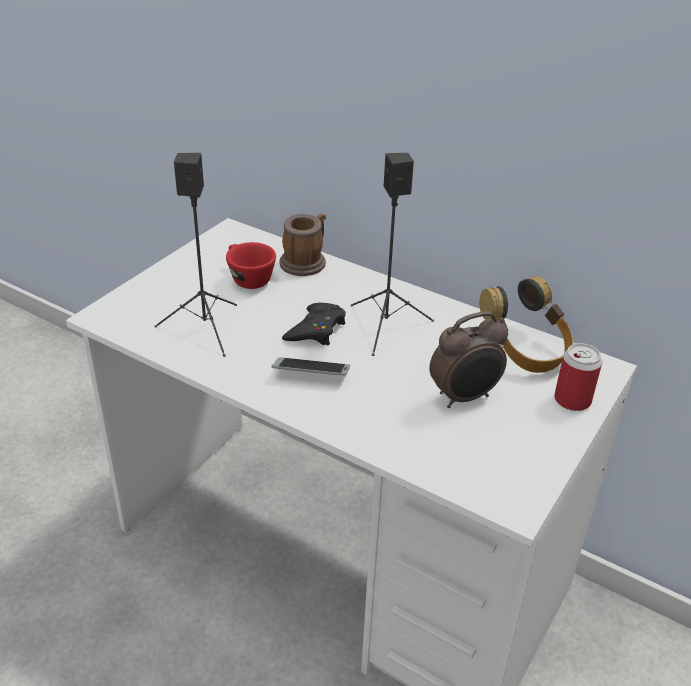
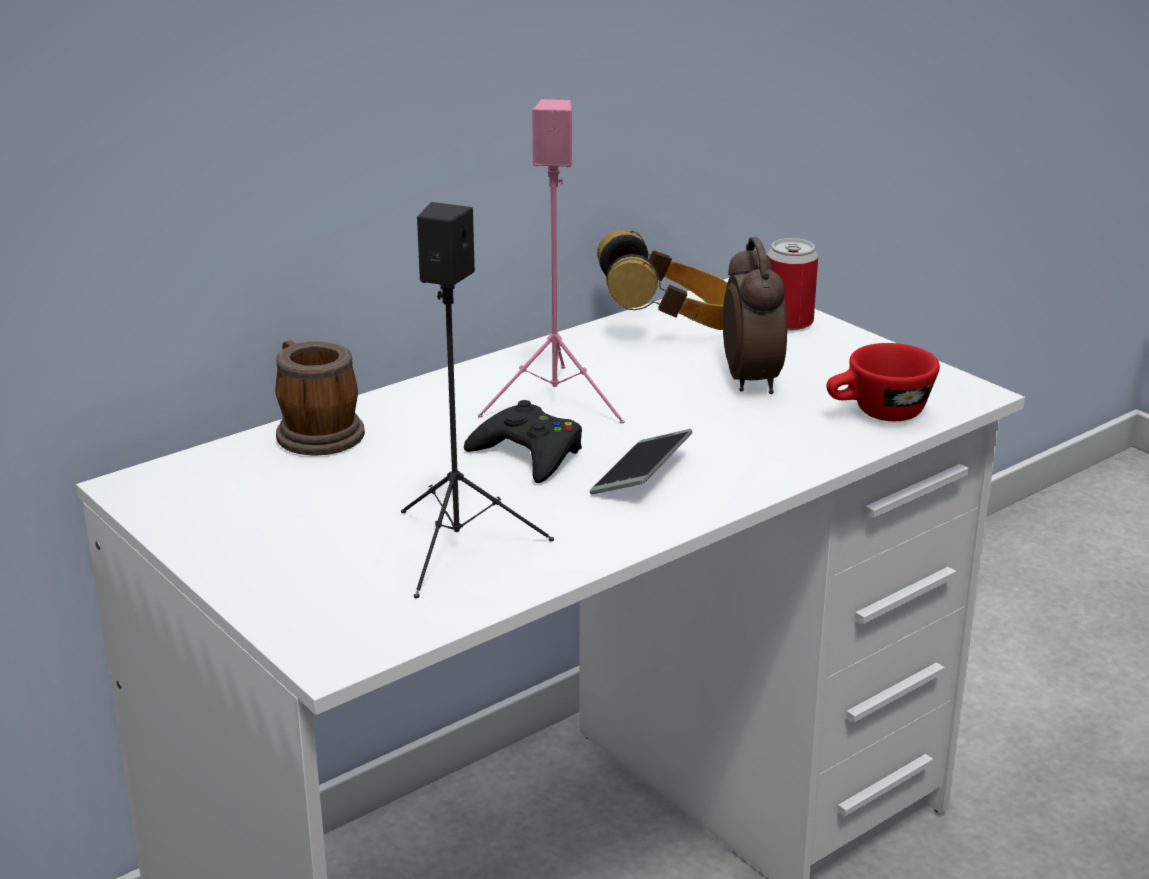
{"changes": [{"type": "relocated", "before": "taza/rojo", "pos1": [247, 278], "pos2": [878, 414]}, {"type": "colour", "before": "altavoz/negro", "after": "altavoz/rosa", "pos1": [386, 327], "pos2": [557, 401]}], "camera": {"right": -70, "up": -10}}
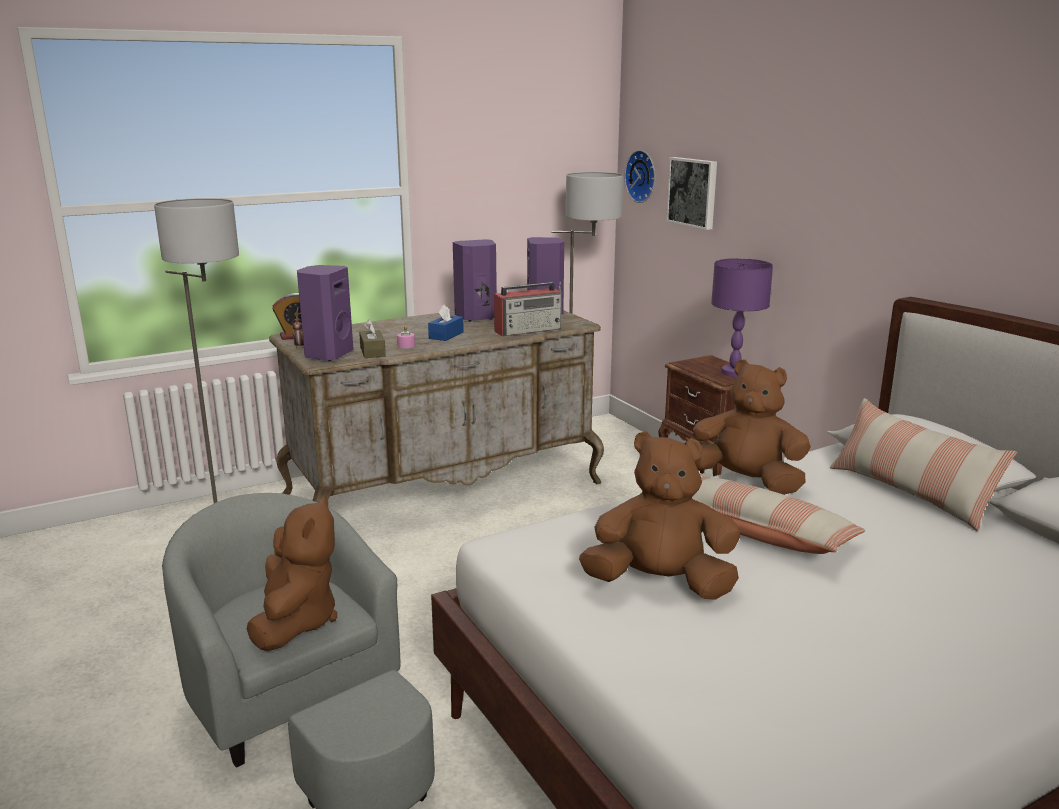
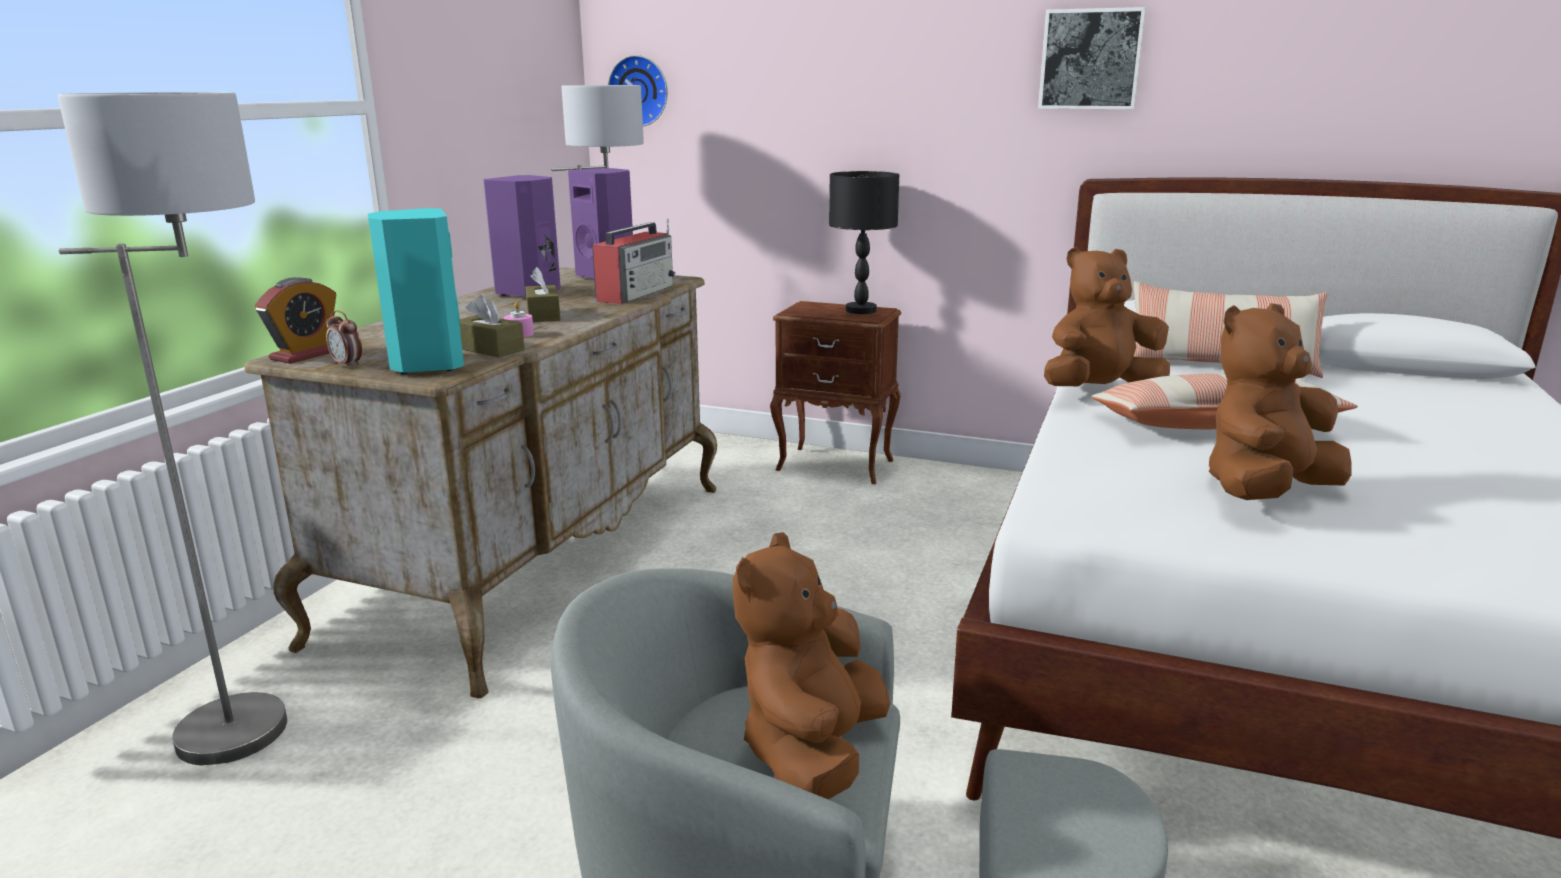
{"changes": [{"type": "spun", "before": "peluche/marrón", "pos1": [296, 622], "pos2": [812, 752], "turn": -120}, {"type": "colour", "before": "altavoz/morado", "after": "altavoz/turquesa", "pos1": [327, 355], "pos2": [426, 365]}, {"type": "colour", "before": "caja de pañuelos/azul", "after": "caja de pañuelos/marrón", "pos1": [446, 335], "pos2": [543, 315]}, {"type": "relocated", "before": "cuadro", "pos1": [693, 192], "pos2": [1091, 59]}, {"type": "colour", "before": "lámpara de mesa/morado", "after": "lámpara de mesa/negro", "pos1": [734, 372], "pos2": [860, 310]}], "camera": {"right": -40, "up": 0}}
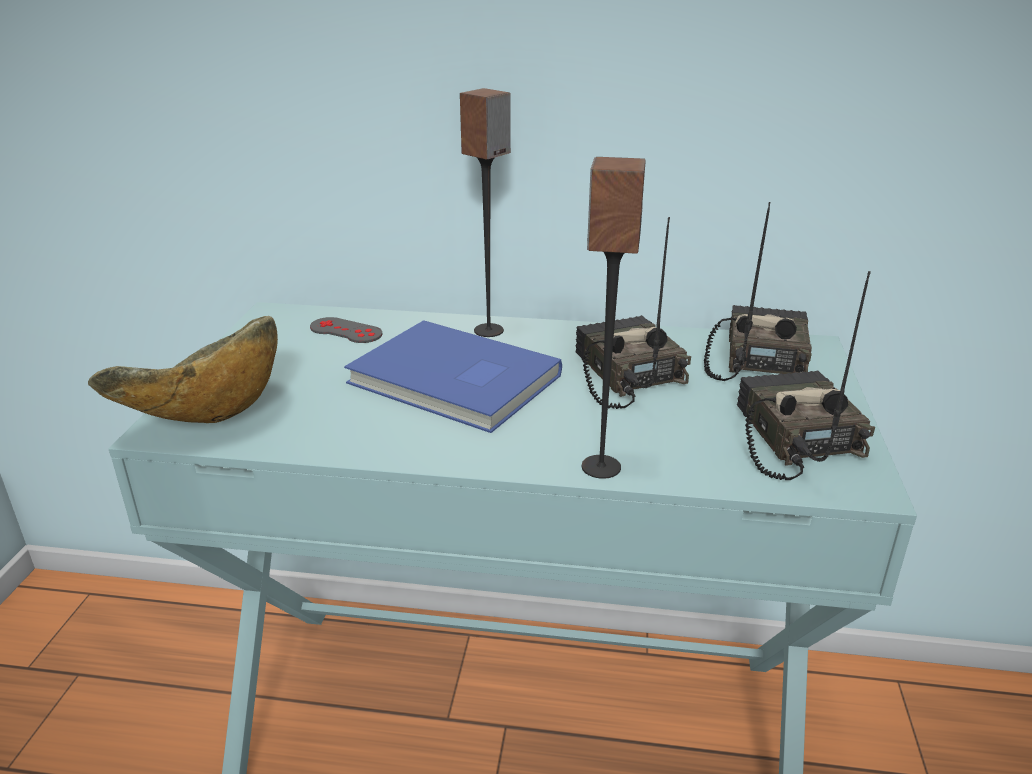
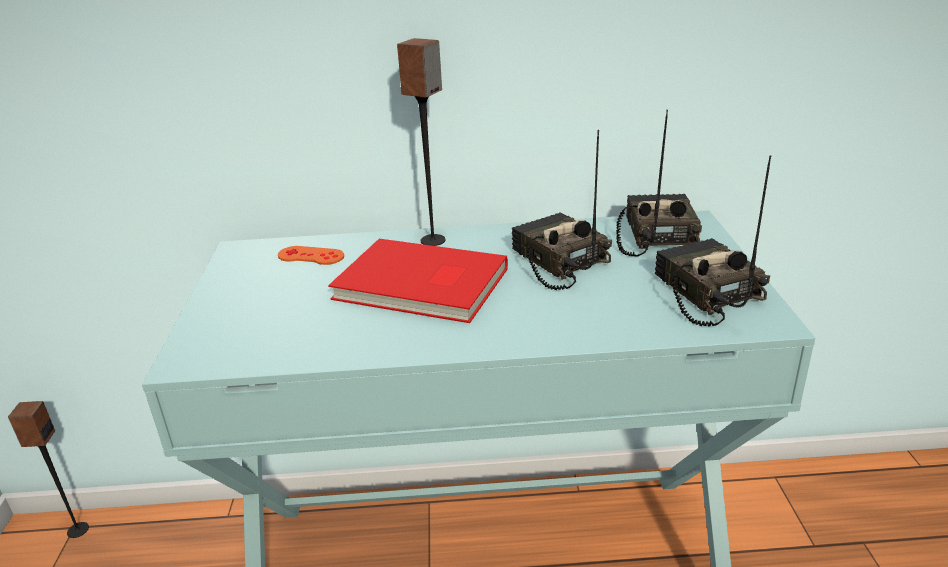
{"changes": [{"type": "missing", "before": "cuenco", "pos1": [206, 419]}, {"type": "colour", "before": "mando de consola/gris", "after": "mando de consola/naranja", "pos1": [346, 331], "pos2": [311, 256]}, {"type": "colour", "before": "libro/azul", "after": "libro/rojo", "pos1": [454, 382], "pos2": [422, 286]}, {"type": "relocated", "before": "altavoz", "pos1": [600, 467], "pos2": [77, 530]}], "camera": {"right": -10, "up": 0}}
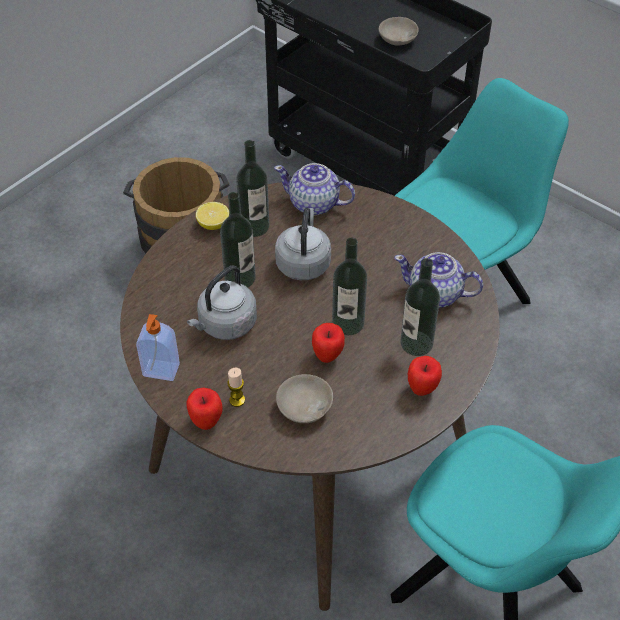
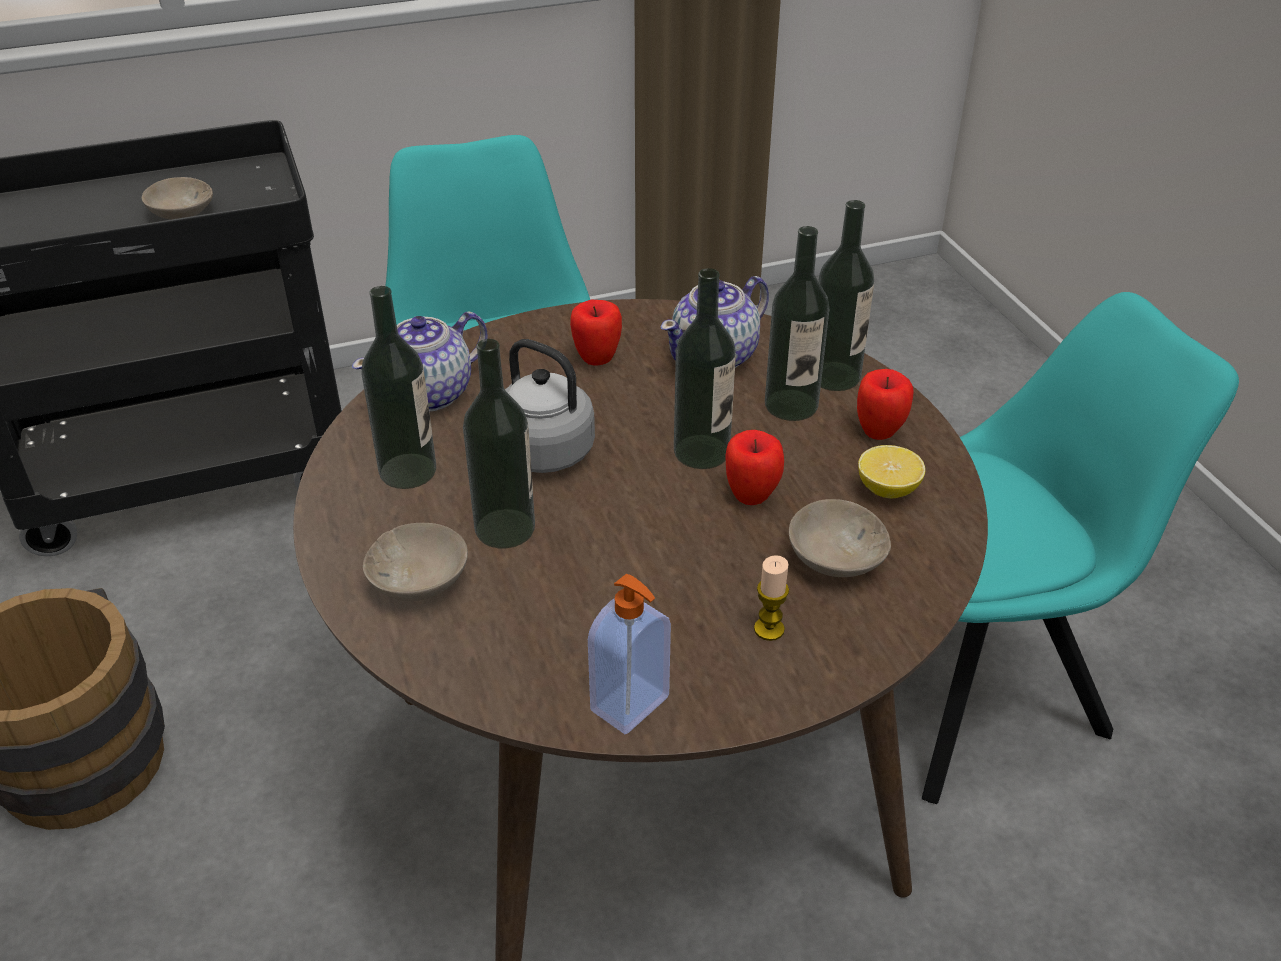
{"changes": [{"type": "relocated", "before": "manzana", "pos1": [206, 422], "pos2": [597, 358]}, {"type": "missing", "before": "hervidor/gris", "pos1": [225, 325]}, {"type": "relocated", "before": "limón", "pos1": [213, 224], "pos2": [888, 489]}, {"type": "appeared", "after": "cuenco/beis", "pos2": [421, 582]}, {"type": "appeared", "after": "botella", "pos2": [834, 376]}], "camera": {"right": -60, "up": -10}}
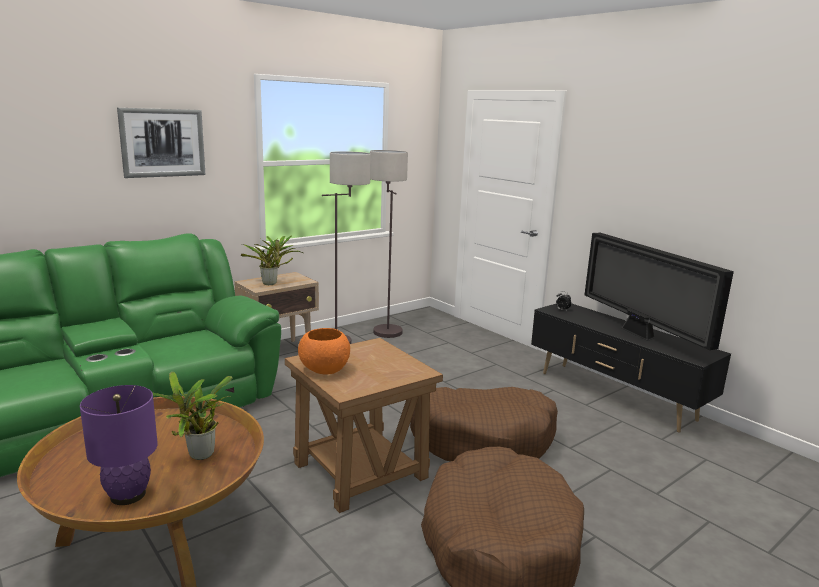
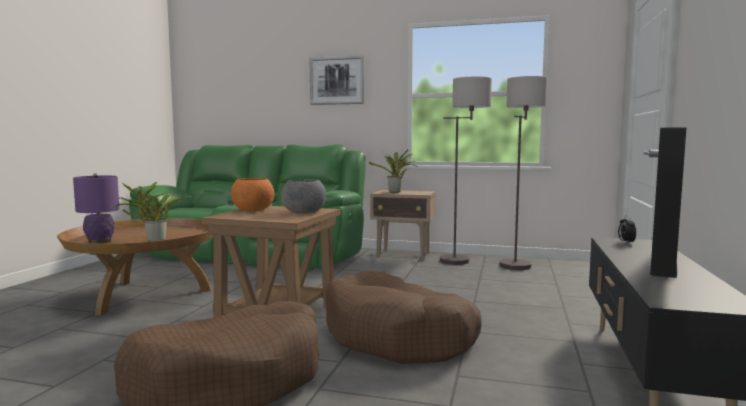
{"changes": [{"type": "appeared", "after": "cuenco/gris", "pos2": [303, 212]}], "camera": {"right": 55, "up": -10}}
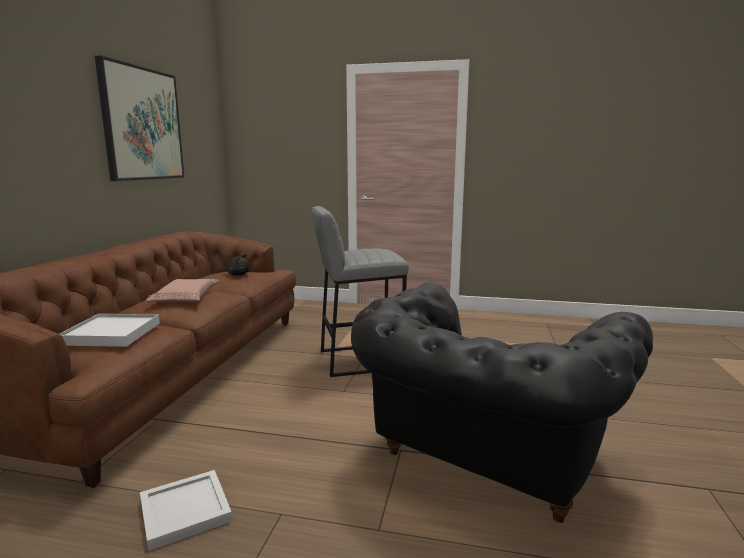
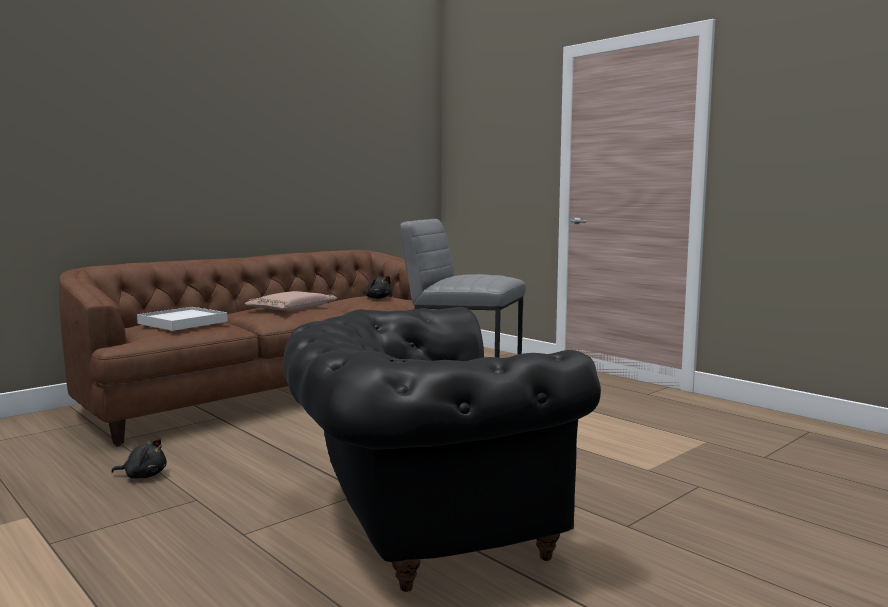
{"changes": [{"type": "missing", "before": "cuadro", "pos1": [142, 124]}, {"type": "exchanged", "before": "bandeja/blanco", "after": "peluche/negro", "pos1": [183, 510], "pos2": [143, 476]}], "camera": {"right": 35, "up": -5}}
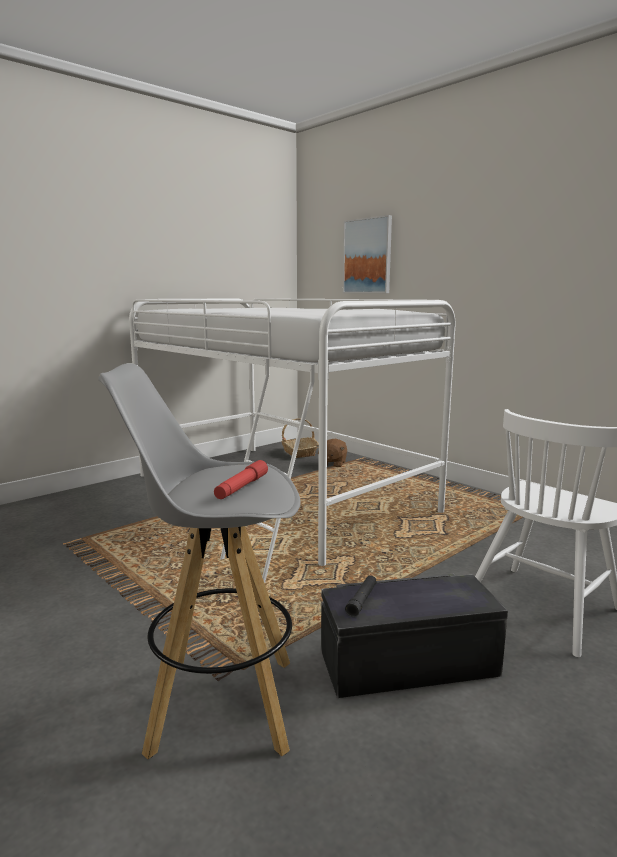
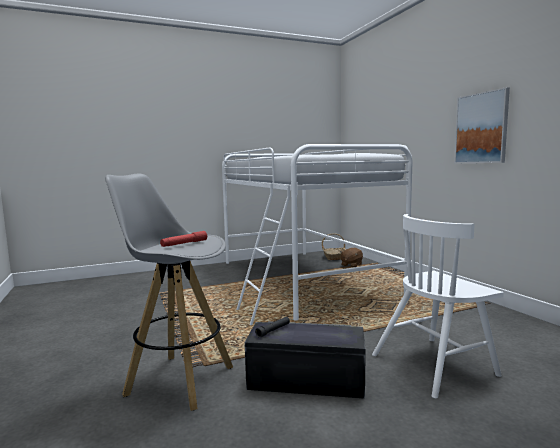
{"changes": [{"type": "relocated", "before": "cuadro", "pos1": [367, 256], "pos2": [481, 128]}], "camera": {"right": 20, "up": -5}}
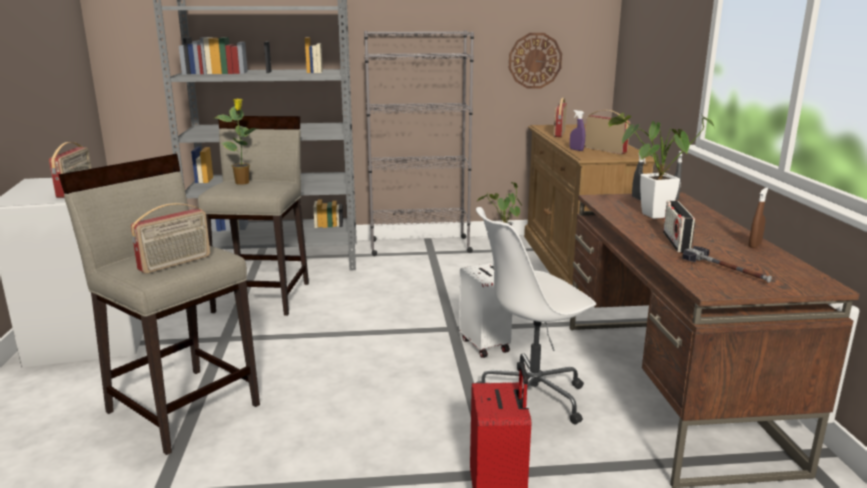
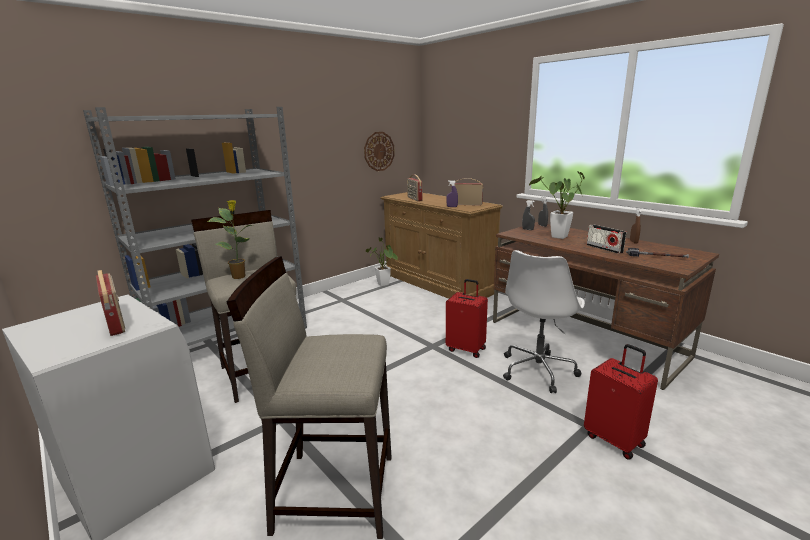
{"changes": [{"type": "missing", "before": "radio", "pos1": [175, 263]}, {"type": "missing", "before": "estantería/gris", "pos1": [419, 246]}, {"type": "colour", "before": "maleta/blanco", "after": "maleta/rojo", "pos1": [486, 345], "pos2": [466, 349]}], "camera": {"right": -35, "up": 0}}
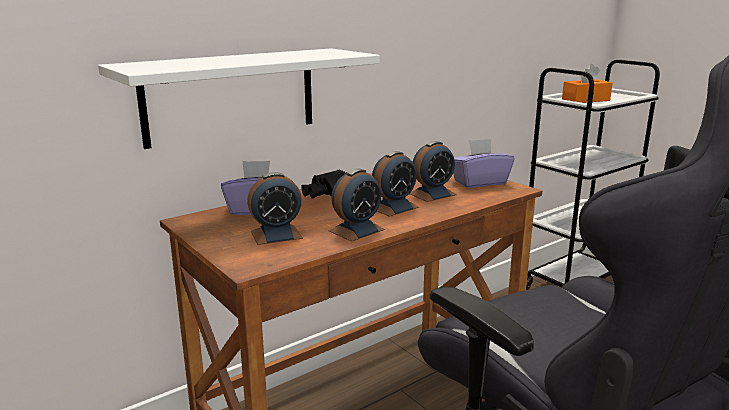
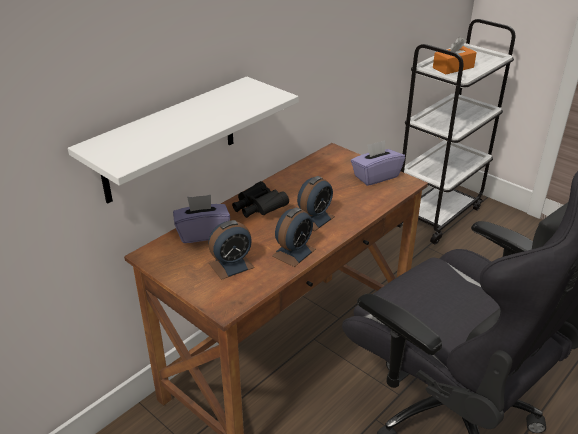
{"changes": [{"type": "missing", "before": "despertador", "pos1": [432, 194]}], "camera": {"right": -10, "up": 15}}
